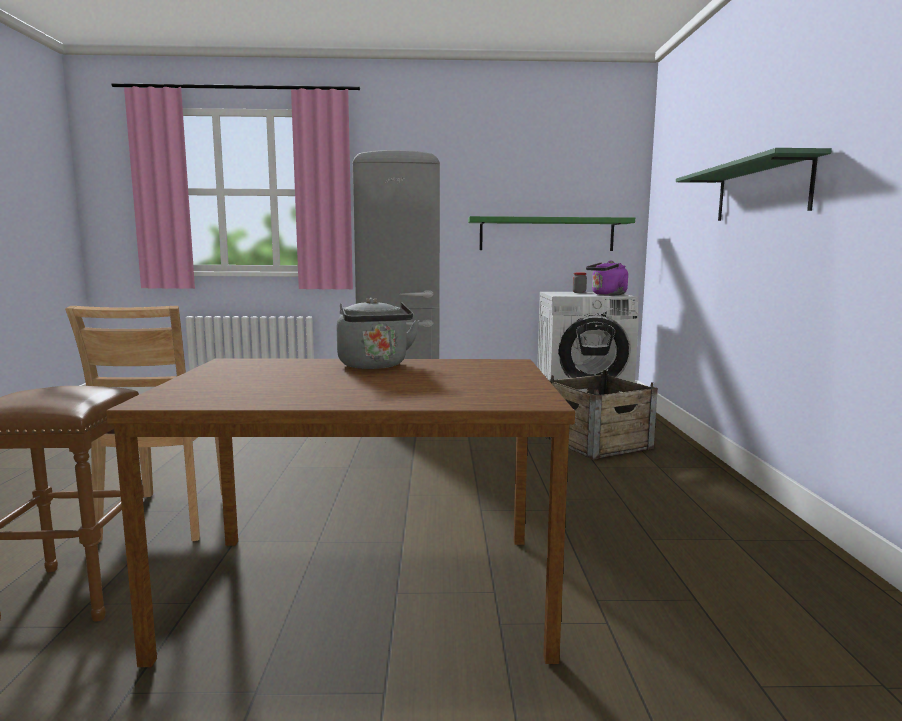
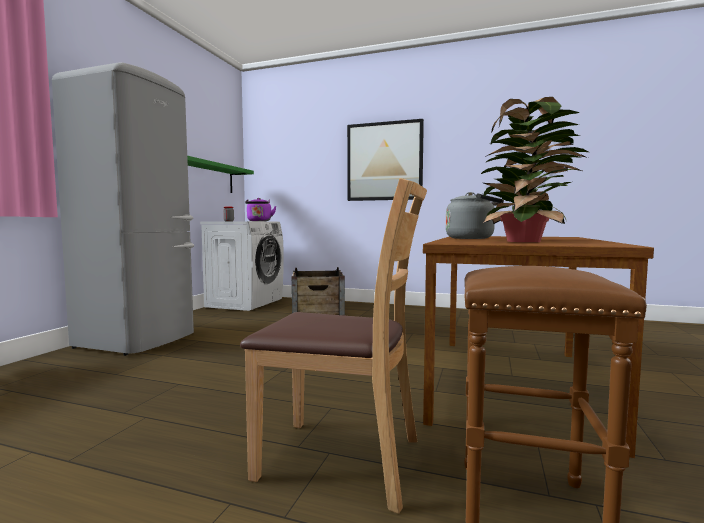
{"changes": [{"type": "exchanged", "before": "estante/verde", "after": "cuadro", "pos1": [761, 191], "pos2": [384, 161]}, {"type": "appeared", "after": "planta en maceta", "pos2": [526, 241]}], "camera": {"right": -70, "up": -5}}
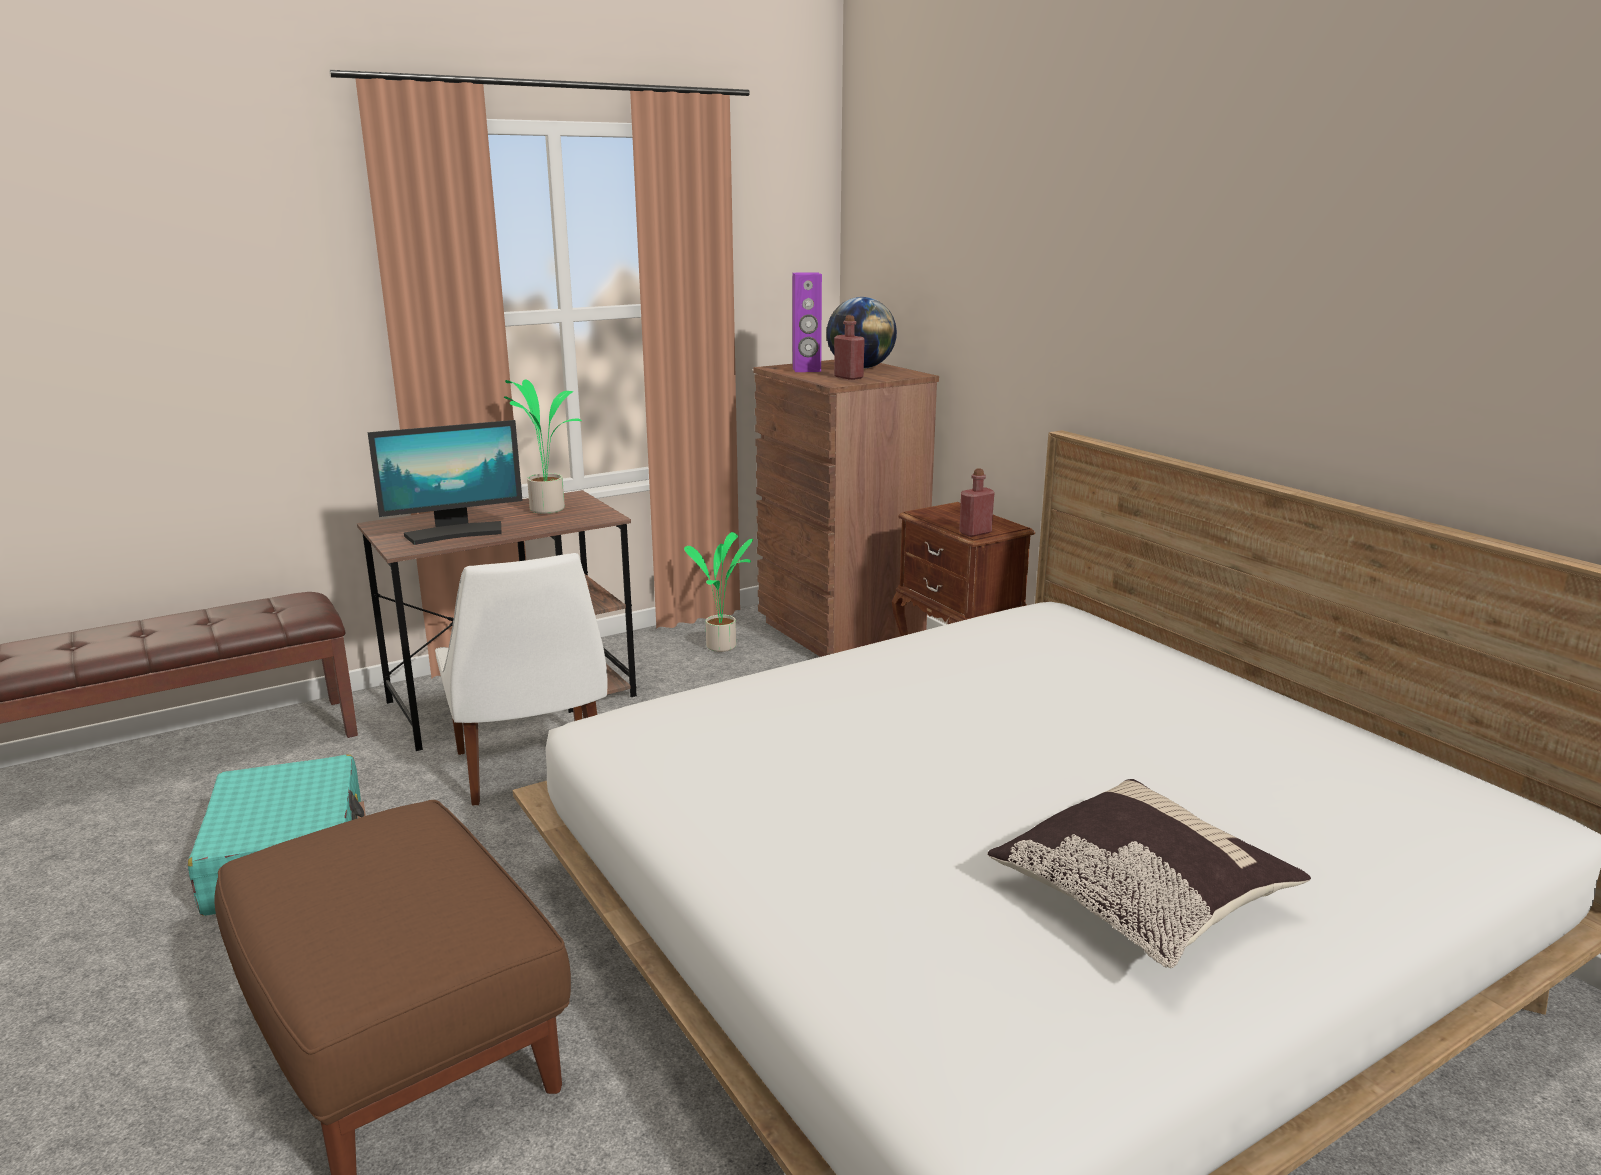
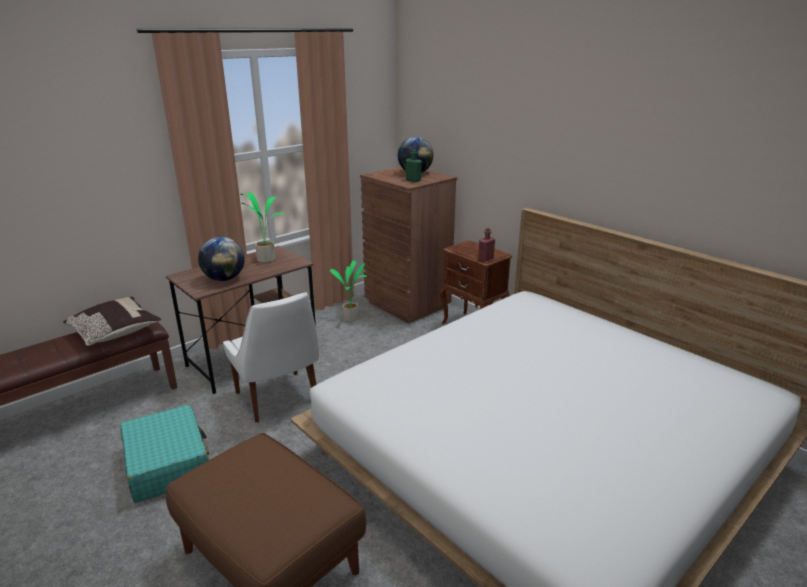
{"changes": [{"type": "exchanged", "before": "monitor", "after": "globo terráqueo", "pos1": [455, 533], "pos2": [224, 279]}, {"type": "missing", "before": "altavoz/morado", "pos1": [806, 370]}, {"type": "colour", "before": "botella/rojo", "after": "botella/verde", "pos1": [848, 377], "pos2": [413, 180]}, {"type": "relocated", "before": "cojín", "pos1": [1141, 899], "pos2": [114, 331]}], "camera": {"right": -10, "up": 5}}
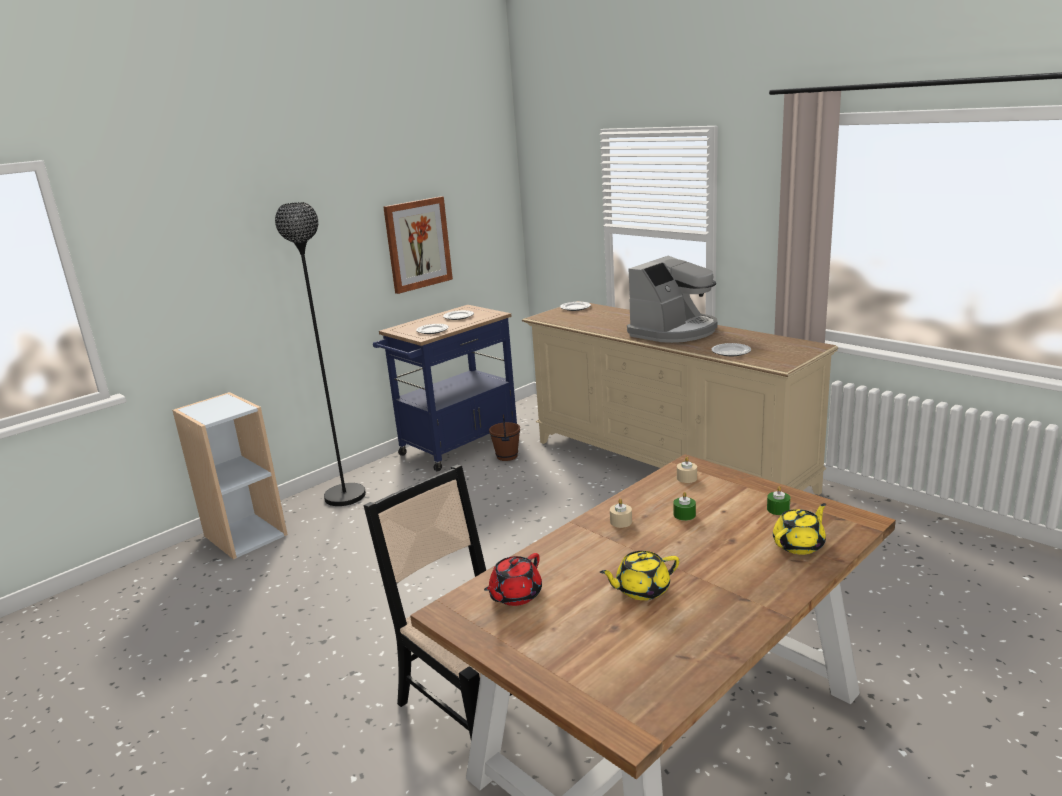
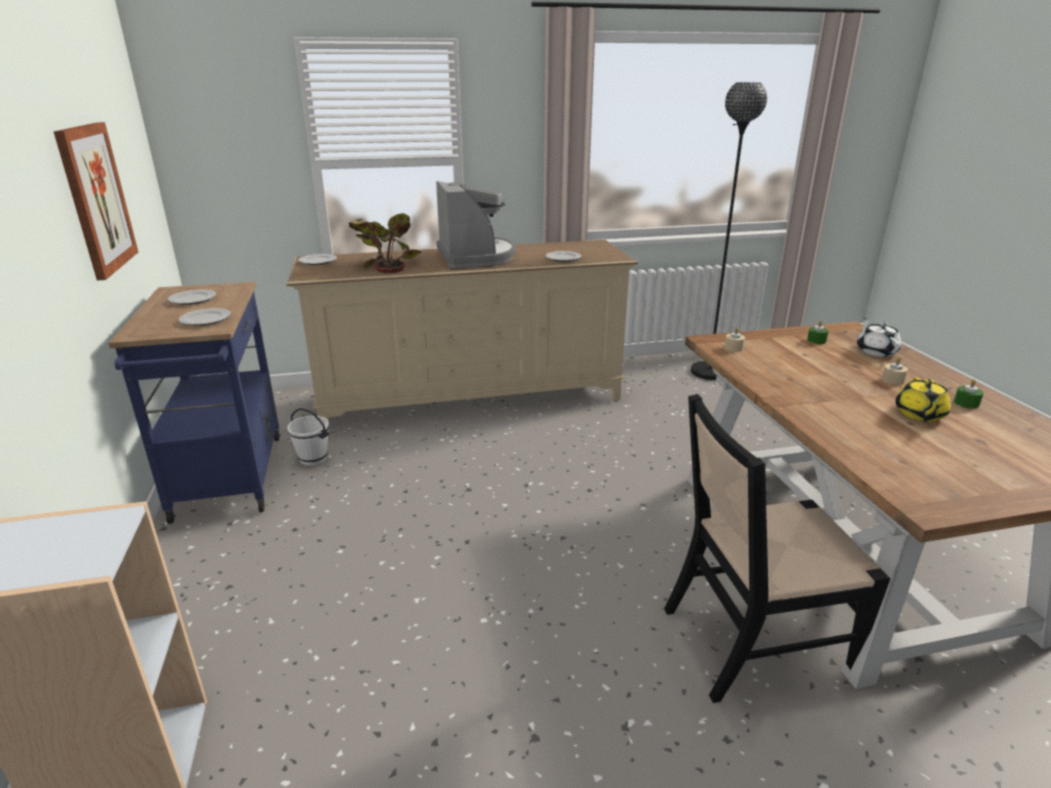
{"changes": [{"type": "relocated", "before": "lámpara de pie/negro", "pos1": [344, 496], "pos2": [709, 372]}, {"type": "missing", "before": "tetera/rojo", "pos1": [515, 595]}, {"type": "colour", "before": "cubo/marrón", "after": "cubo/blanco", "pos1": [506, 456], "pos2": [313, 459]}, {"type": "relocated", "before": "vela/beis", "pos1": [621, 522], "pos2": [893, 380]}, {"type": "relocated", "before": "vela/verde", "pos1": [684, 515], "pos2": [966, 403]}, {"type": "colour", "before": "tetera/amarillo", "after": "tetera/blanco", "pos1": [799, 545], "pos2": [876, 351]}, {"type": "appeared", "after": "planta en maceta", "pos2": [385, 264]}], "camera": {"right": -60, "up": 5}}
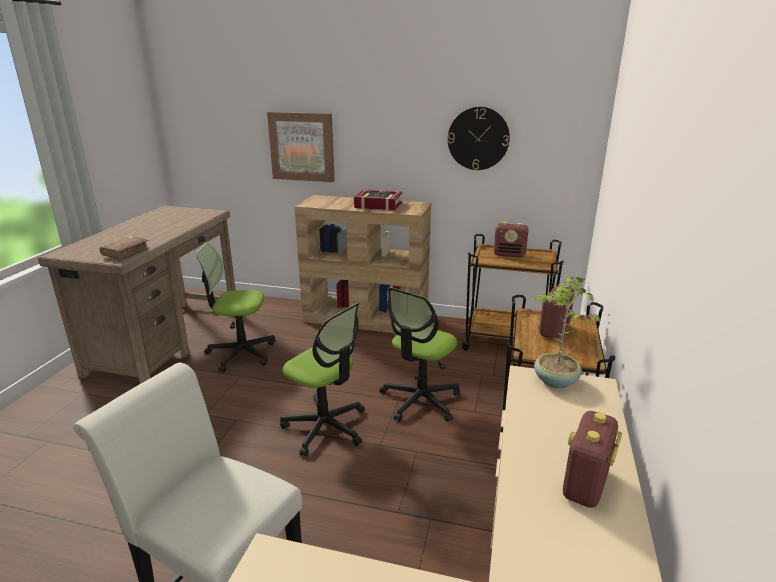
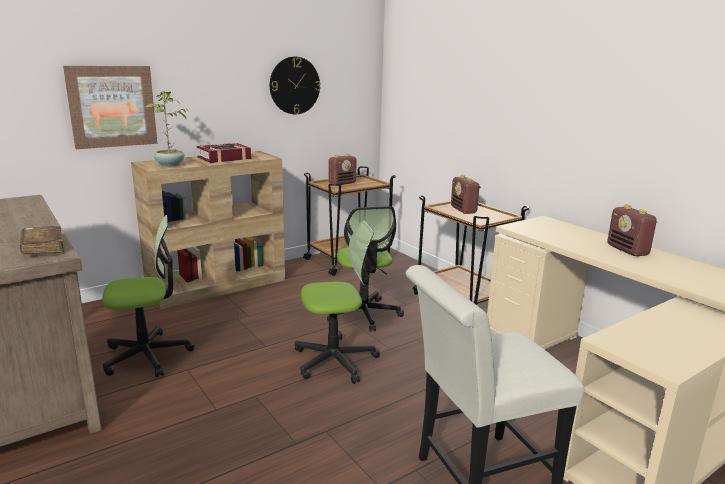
{"changes": [{"type": "spun", "before": "silla de oficina", "pos1": [241, 353], "pos2": [147, 355], "turn": -150}, {"type": "relocated", "before": "planta en maceta", "pos1": [555, 382], "pos2": [170, 165]}], "camera": {"right": -50, "up": -5}}
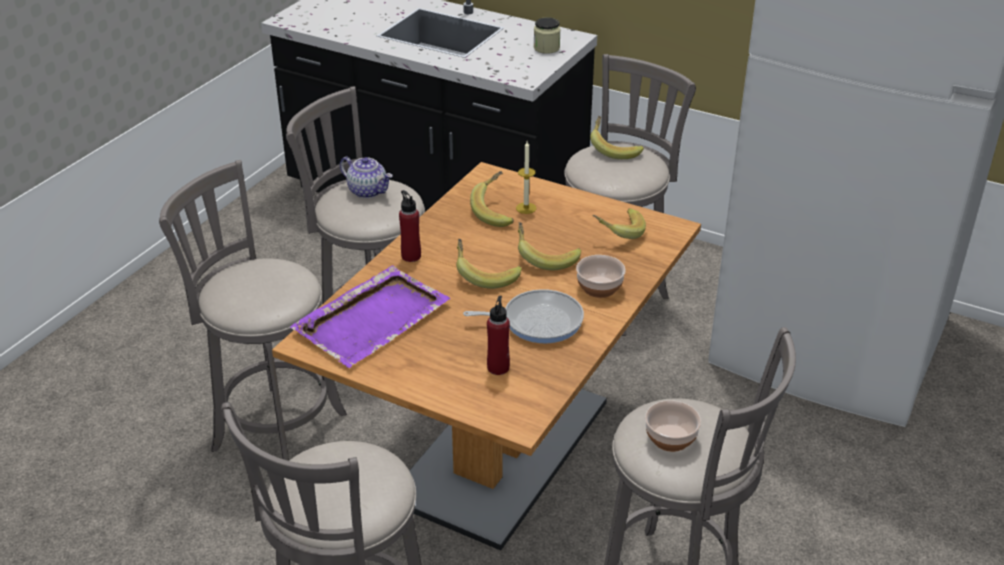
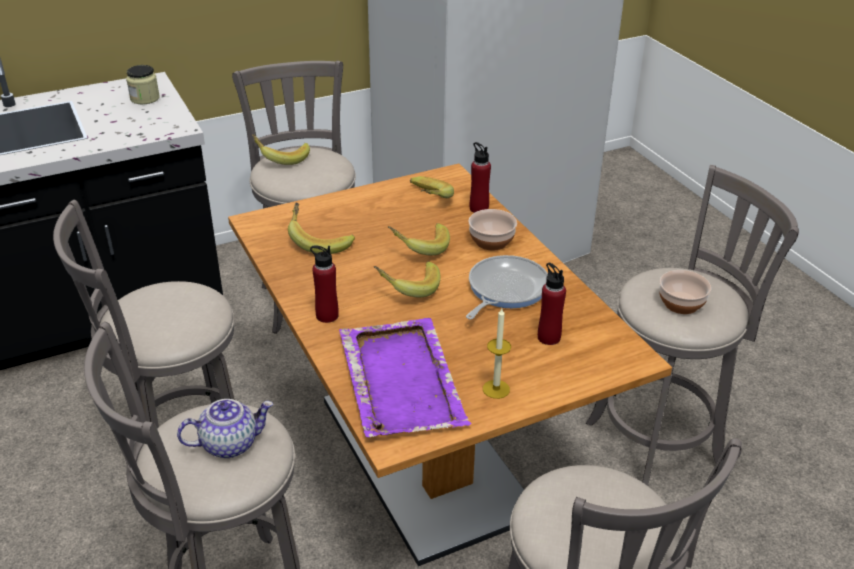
{"changes": [{"type": "relocated", "before": "tetera", "pos1": [368, 191], "pos2": [230, 443]}, {"type": "relocated", "before": "vela", "pos1": [526, 208], "pos2": [496, 389]}, {"type": "appeared", "after": "botella/rojo", "pos2": [479, 208]}], "camera": {"right": -55, "up": 0}}
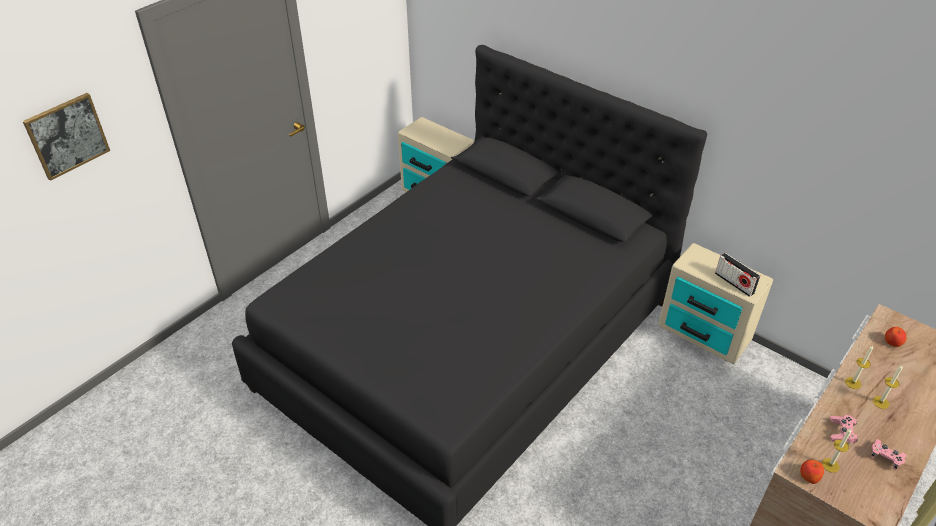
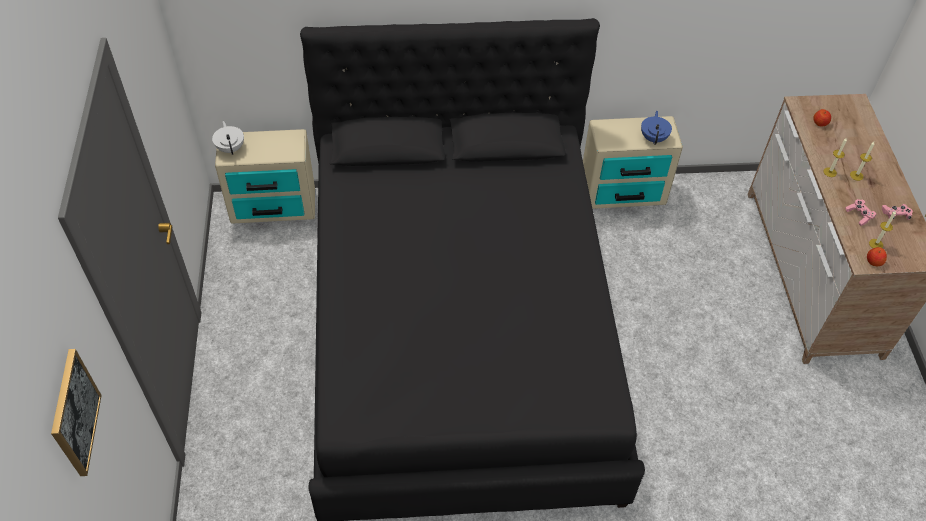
{"changes": [{"type": "exchanged", "before": "radio", "after": "tetera/azul", "pos1": [734, 283], "pos2": [654, 138]}, {"type": "appeared", "after": "tetera/blanco", "pos2": [231, 148]}], "camera": {"right": -45, "up": 10}}
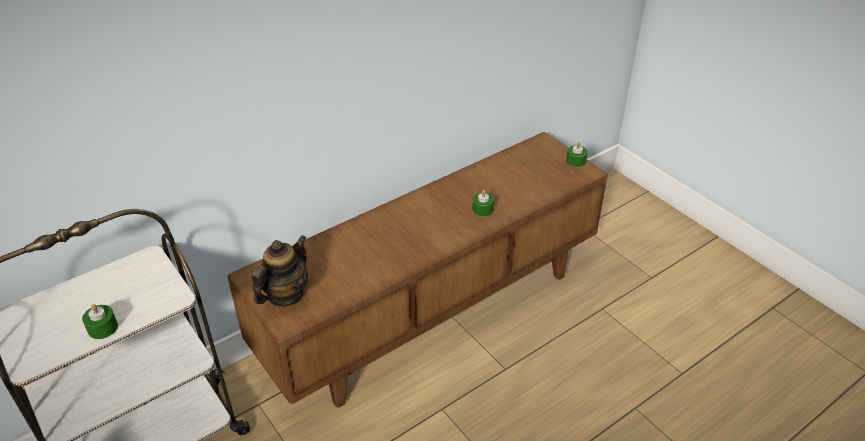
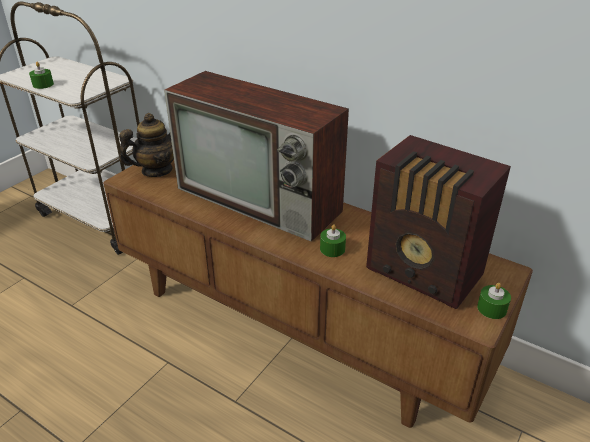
{"changes": [{"type": "spun", "before": "tetera", "pos1": [285, 294], "pos2": [156, 170], "turn": -45}, {"type": "appeared", "after": "televisor", "pos2": [261, 200]}, {"type": "appeared", "after": "radio", "pos2": [425, 274]}], "camera": {"right": 70, "up": -5}}
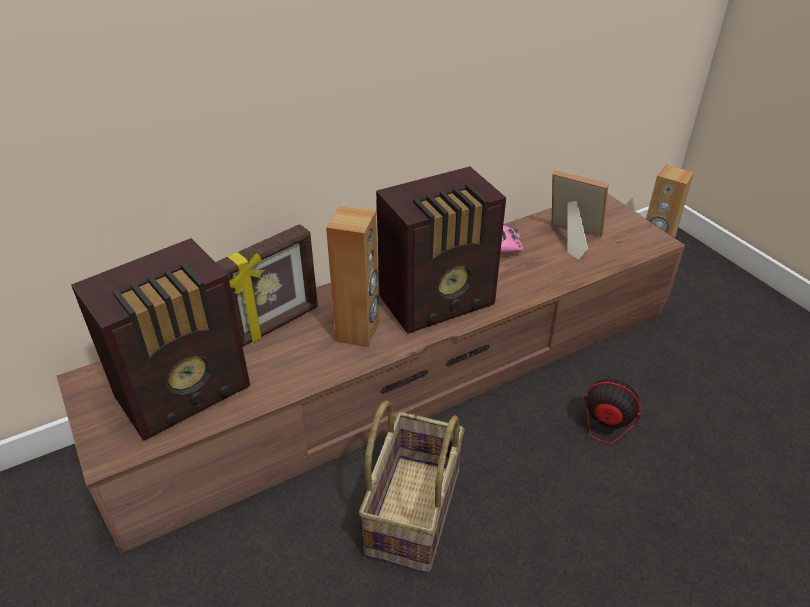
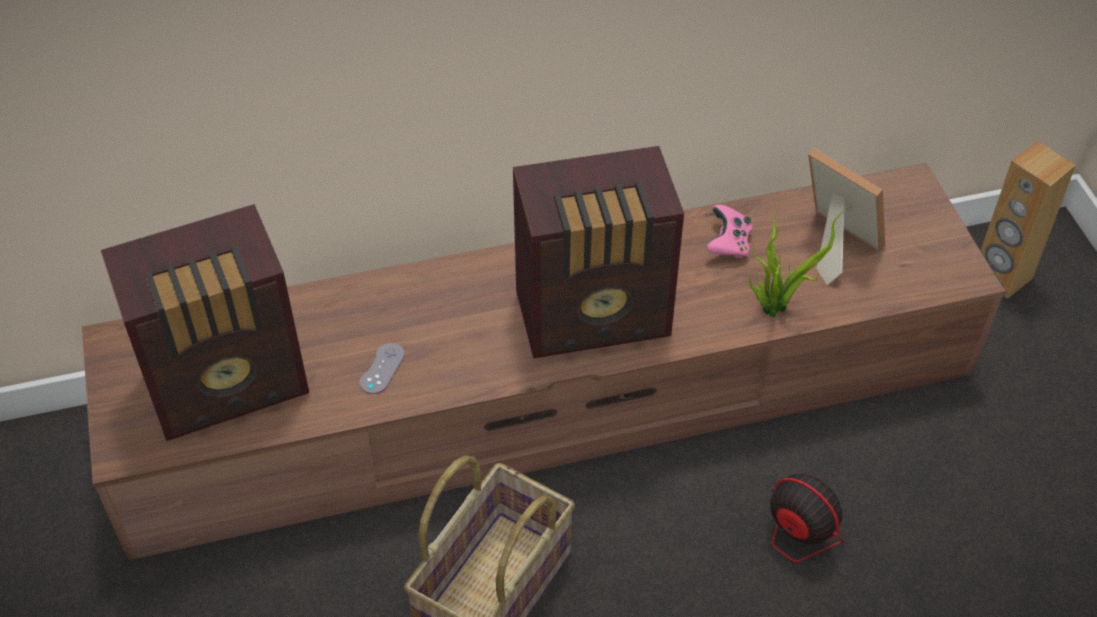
{"changes": [{"type": "missing", "before": "portarretratos", "pos1": [276, 325]}, {"type": "missing", "before": "altavoz/marrón", "pos1": [358, 332]}, {"type": "appeared", "after": "mando de consola/gris", "pos2": [382, 368]}, {"type": "appeared", "after": "planta en maceta", "pos2": [775, 305]}], "camera": {"right": 15, "up": 10}}
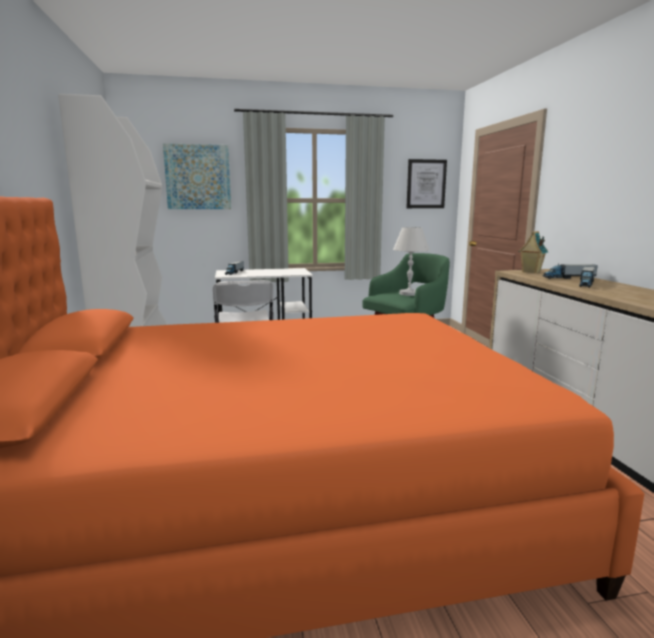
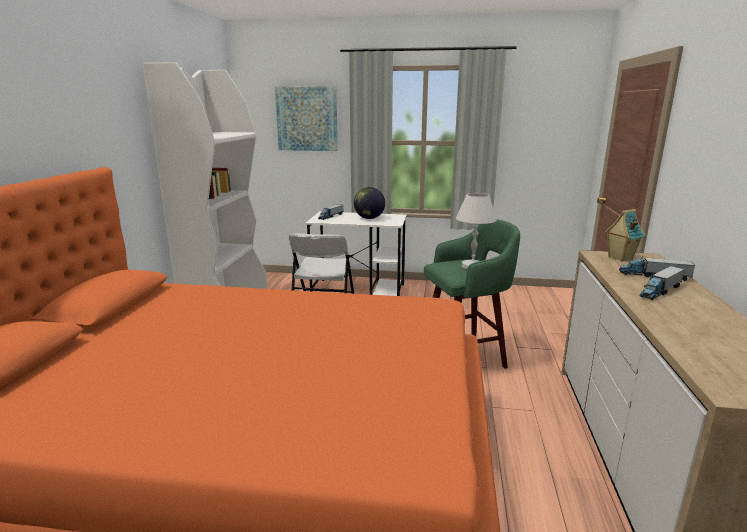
{"changes": [{"type": "missing", "before": "cuadro", "pos1": [426, 184]}, {"type": "appeared", "after": "globo terráqueo", "pos2": [369, 218]}], "camera": {"right": 20, "up": 5}}
